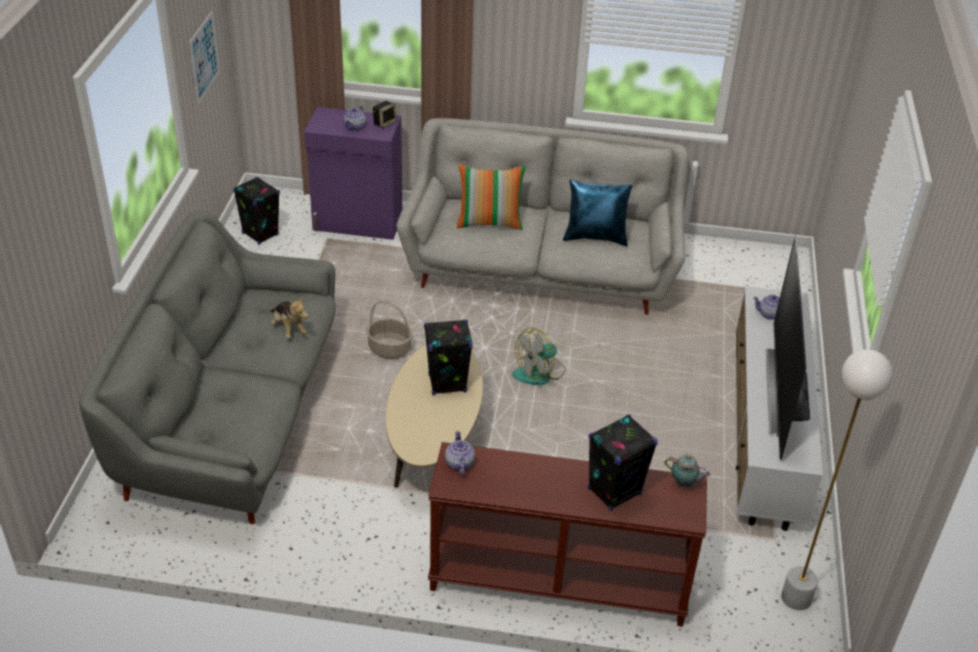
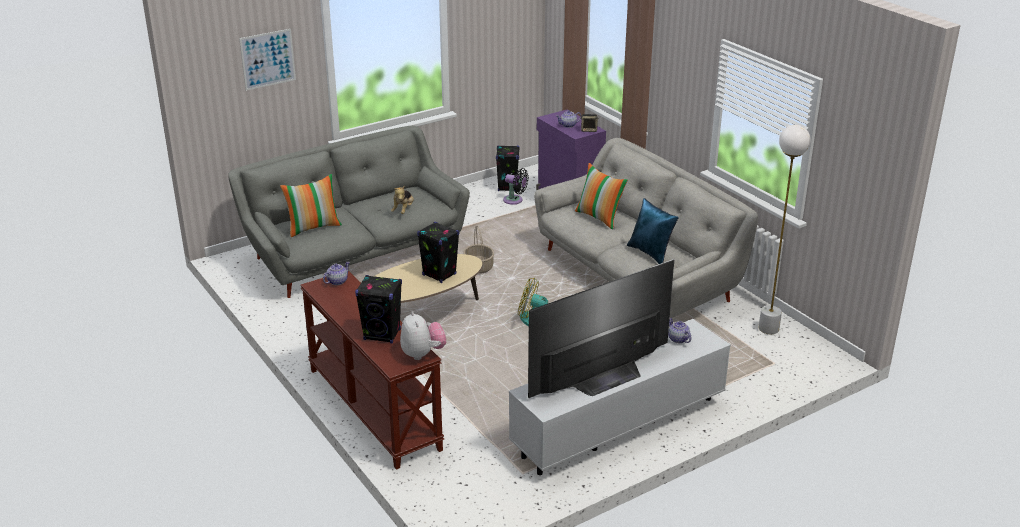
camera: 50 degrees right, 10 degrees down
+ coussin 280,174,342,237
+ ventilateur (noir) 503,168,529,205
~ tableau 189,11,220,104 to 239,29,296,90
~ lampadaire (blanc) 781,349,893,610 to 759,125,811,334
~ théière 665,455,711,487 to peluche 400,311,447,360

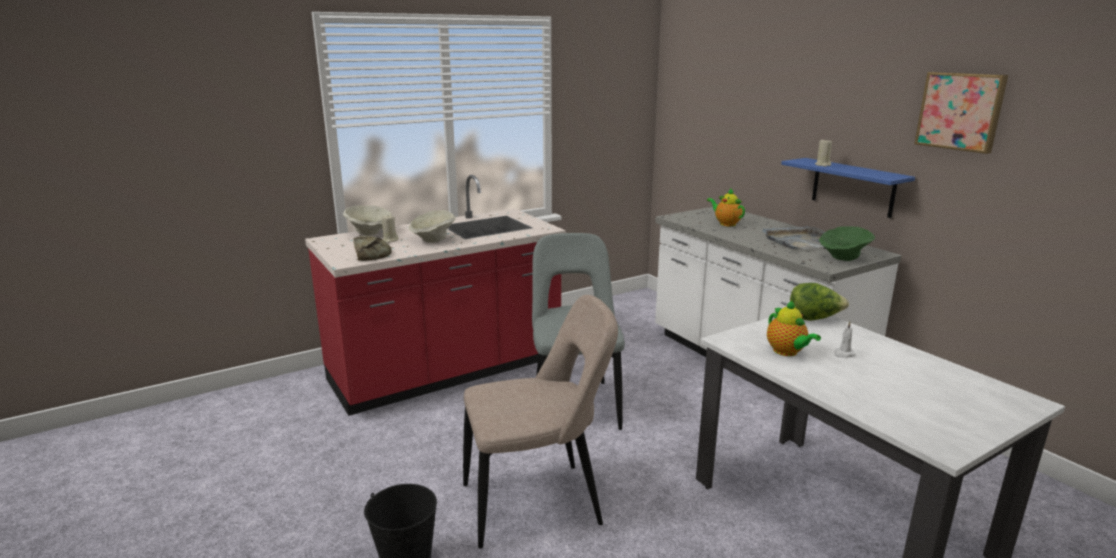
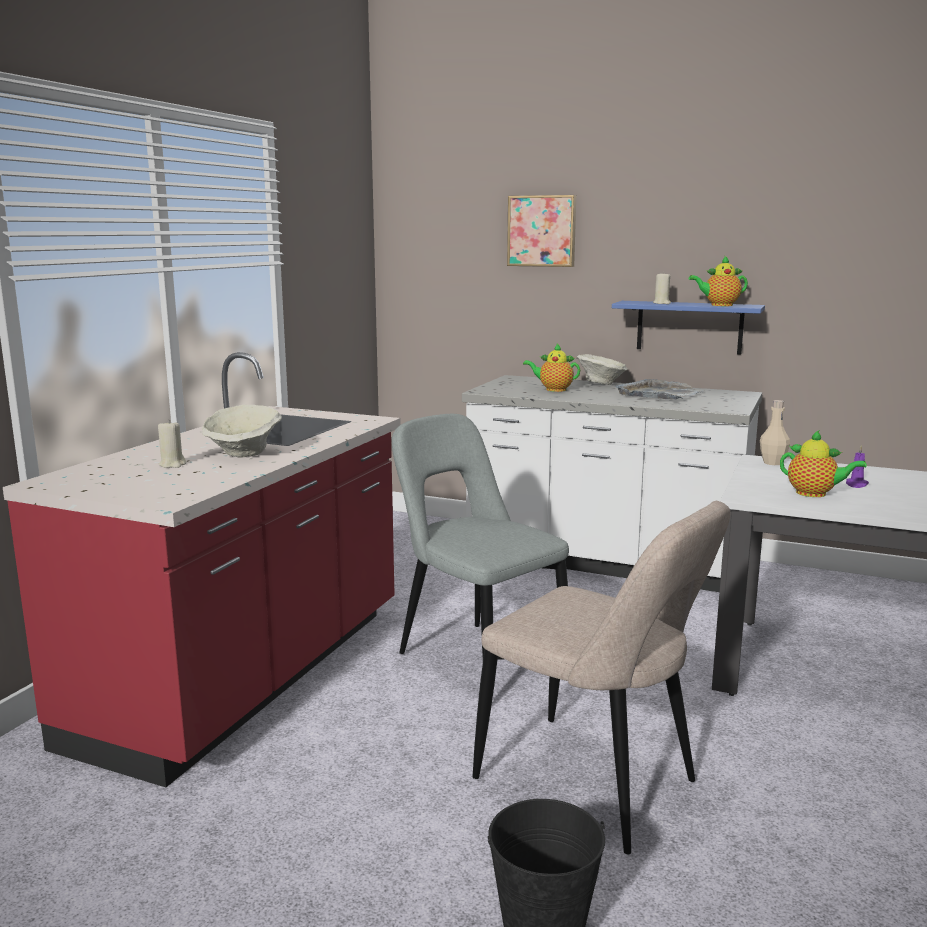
camera: 35 degrees left, 5 degrees down
- pain 353,236,392,261
- bol (vert) 819,226,875,261
+ théière 689,255,748,306
~ bol (beige) 343,205,392,236 to 576,354,628,385
~ tableau 914,72,1008,154 to 507,195,576,267
~ laitue 790,283,849,321 to bouteille (beige) 760,400,790,465
~ bougie (blanc) 834,321,856,358 to bougie (violet) 846,445,869,488
~ chaise (beige) 463,295,618,549 = 473,501,731,854 90 degrees clockwise

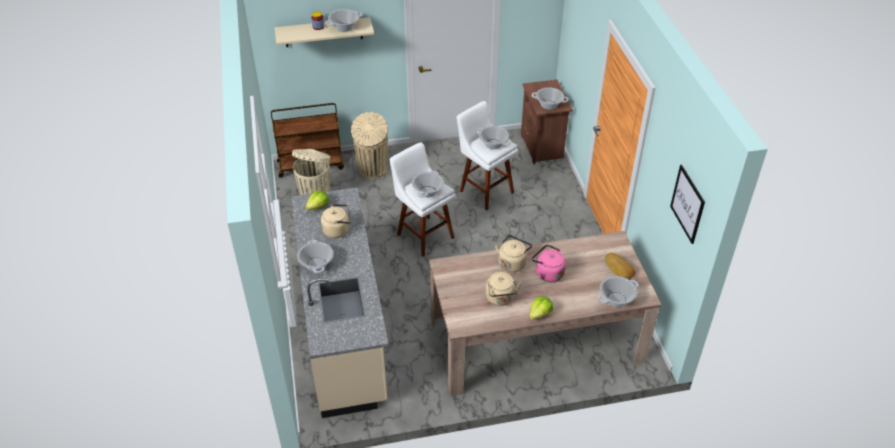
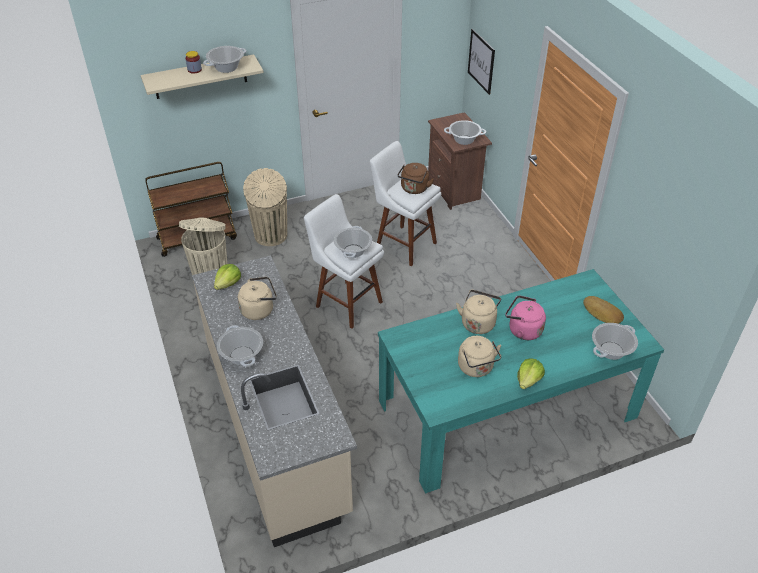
camera: 10 degrees left, 0 degrees up
~ tableau 670,165,705,244 to 468,29,495,95
~ marmite 477,126,511,149 to bouilloire (marron) 397,163,434,194
~ table à manger (beige) 429,231,662,396 to table à manger (turquoise) 378,269,664,494

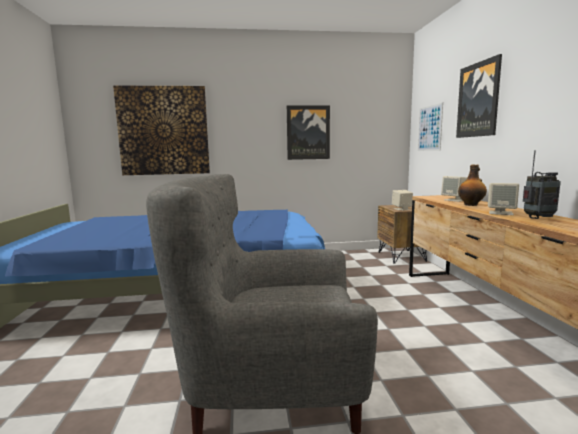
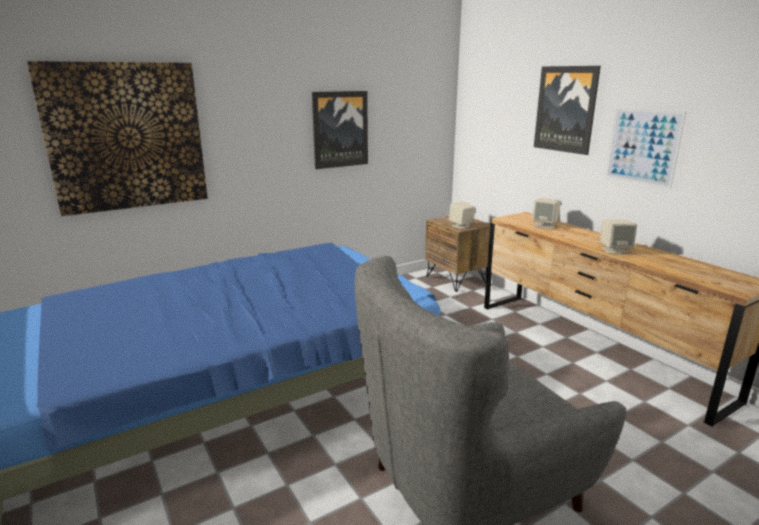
camera: 25 degrees left, 10 degrees up
- bouteille 458,165,487,206
- radio 523,150,561,219
~ tableau 418,103,443,151 to 606,108,686,189

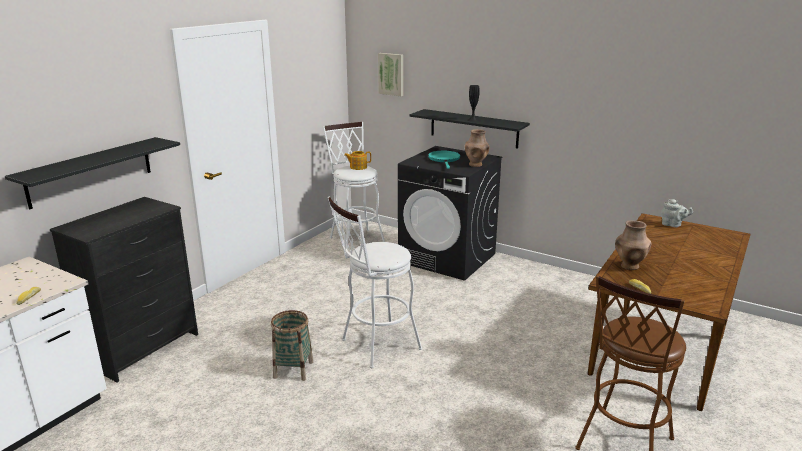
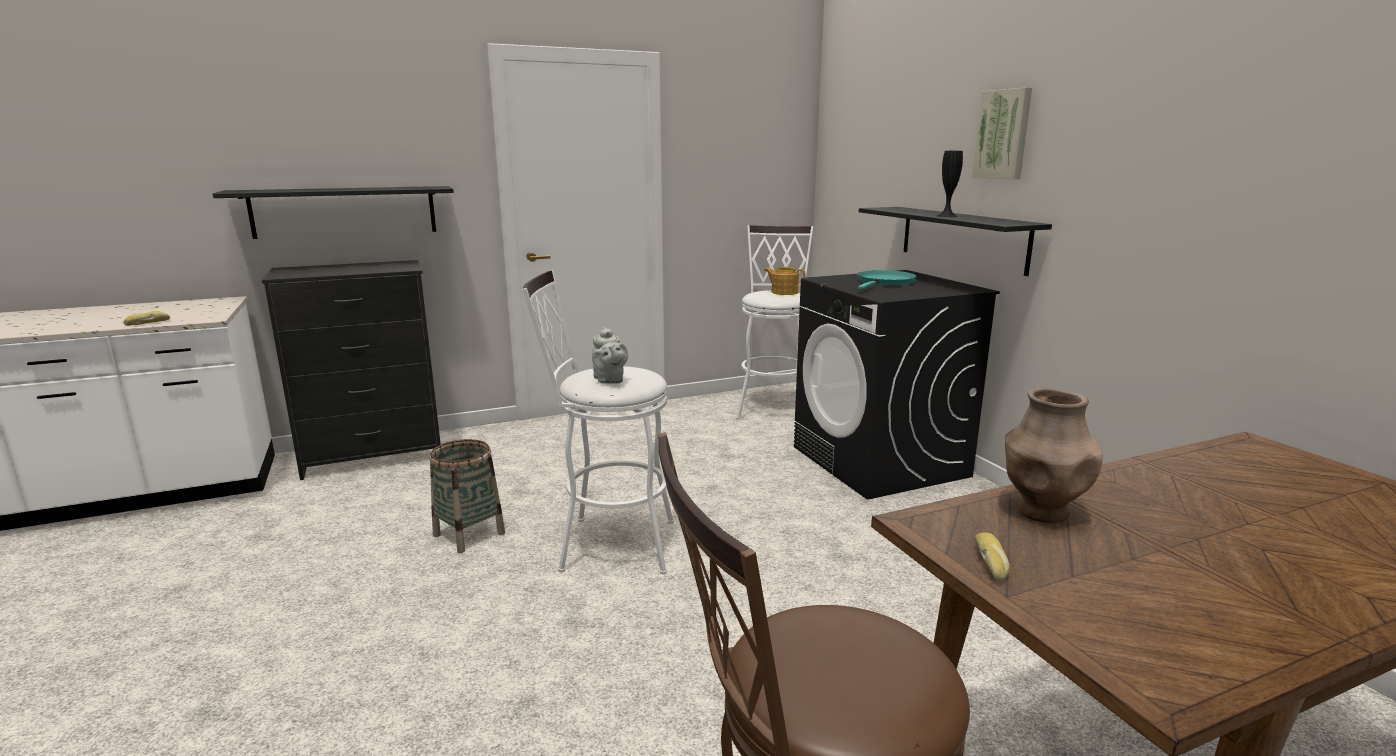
camera: 35 degrees right, 5 degrees down
- vase (marron) 465,129,489,167
~ tableau 378,53,403,96 to 972,87,1032,179
~ théière (gris) 661,199,693,227 to 592,327,628,384

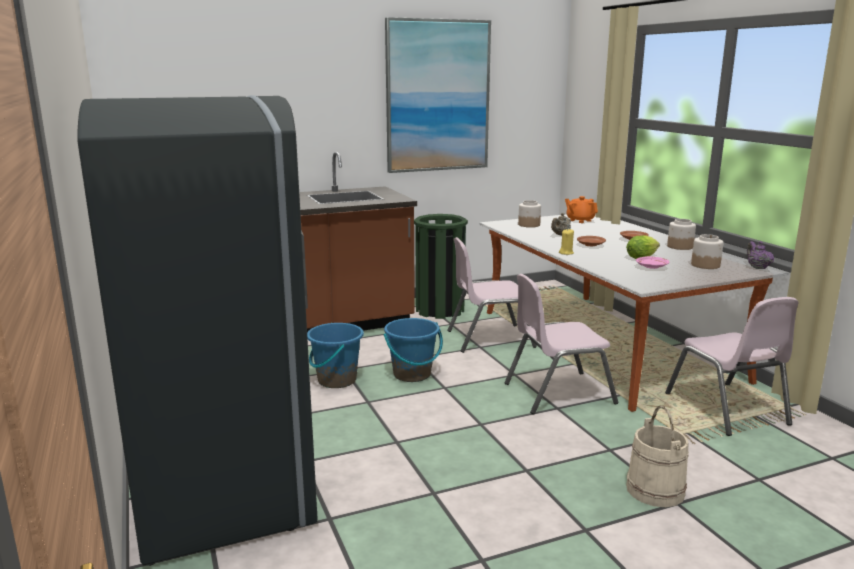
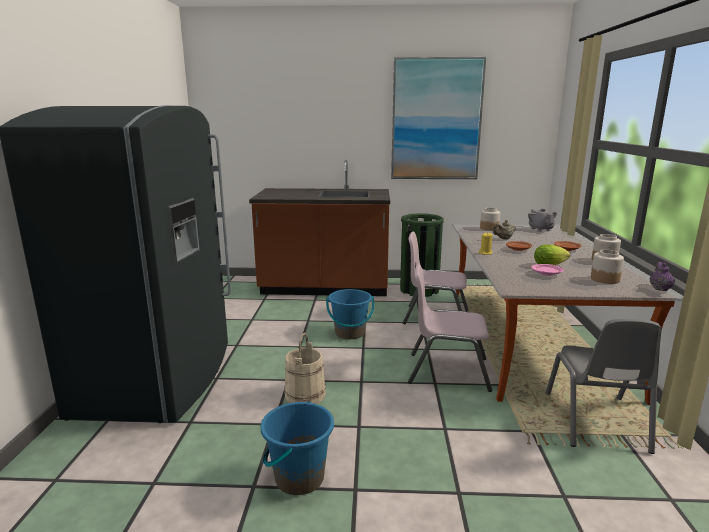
camera: 25 degrees right, 0 degrees up
~ seau (bleu) 307,323,364,388 to 261,401,334,495
~ seau (beige) 626,405,689,507 to 284,333,326,404
~ théière (orange) 565,196,598,223 to théière (gris) 528,208,557,232
~ chaise (rose) 665,297,798,436 to chaise (gris) 546,319,662,454

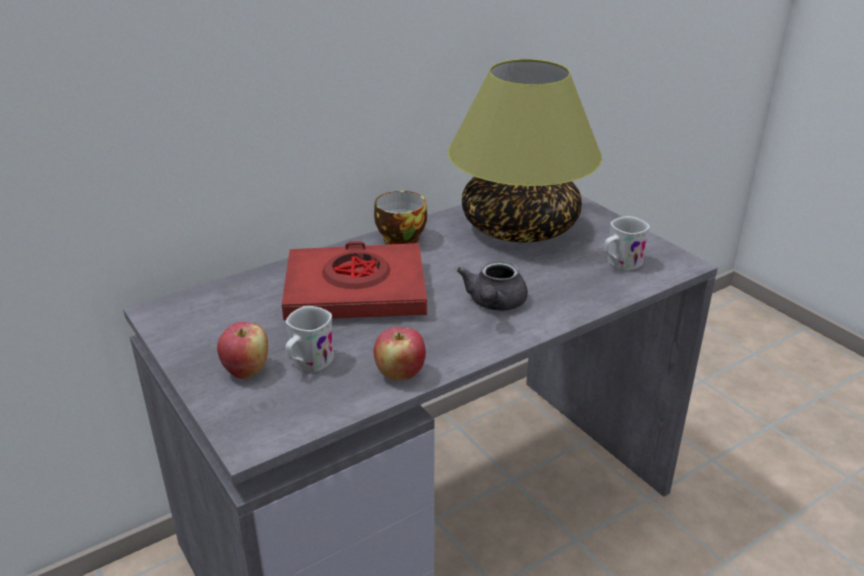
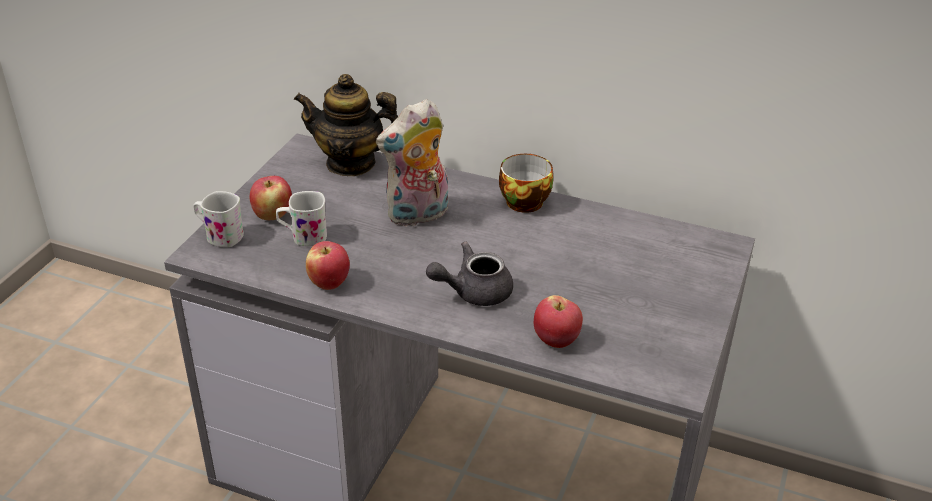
camera: 55 degrees right, 5 degrees up
- lampe de table 448,59,602,243
+ théière 294,74,398,176
+ pomme 534,295,583,348
~ mug (blanc) 604,216,650,271 to 193,191,244,247
~ livre (rouge) 282,241,427,320 to peluche 376,99,448,227

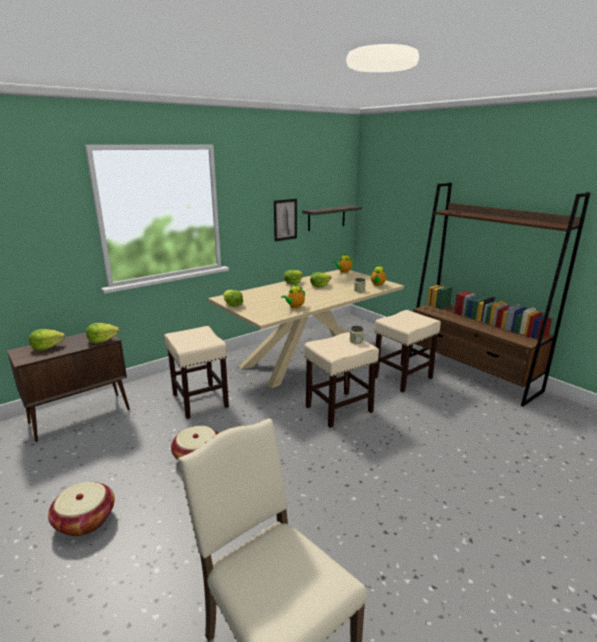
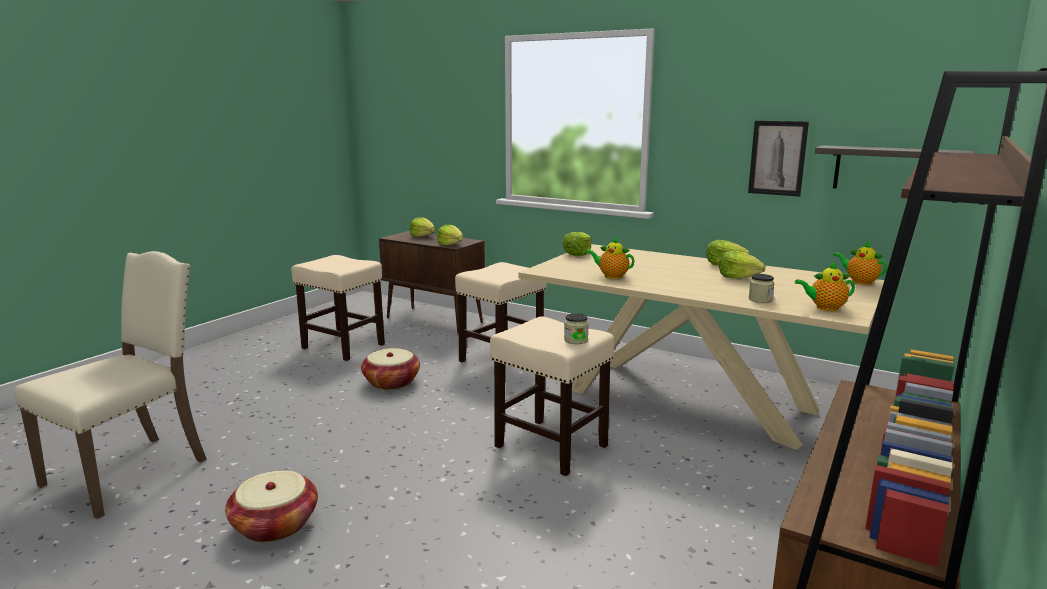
camera: 70 degrees right, 5 degrees down
~ panier 48,482,115,536 to 225,470,318,542
~ tabouret (beige) 375,310,441,392 to 291,255,385,361

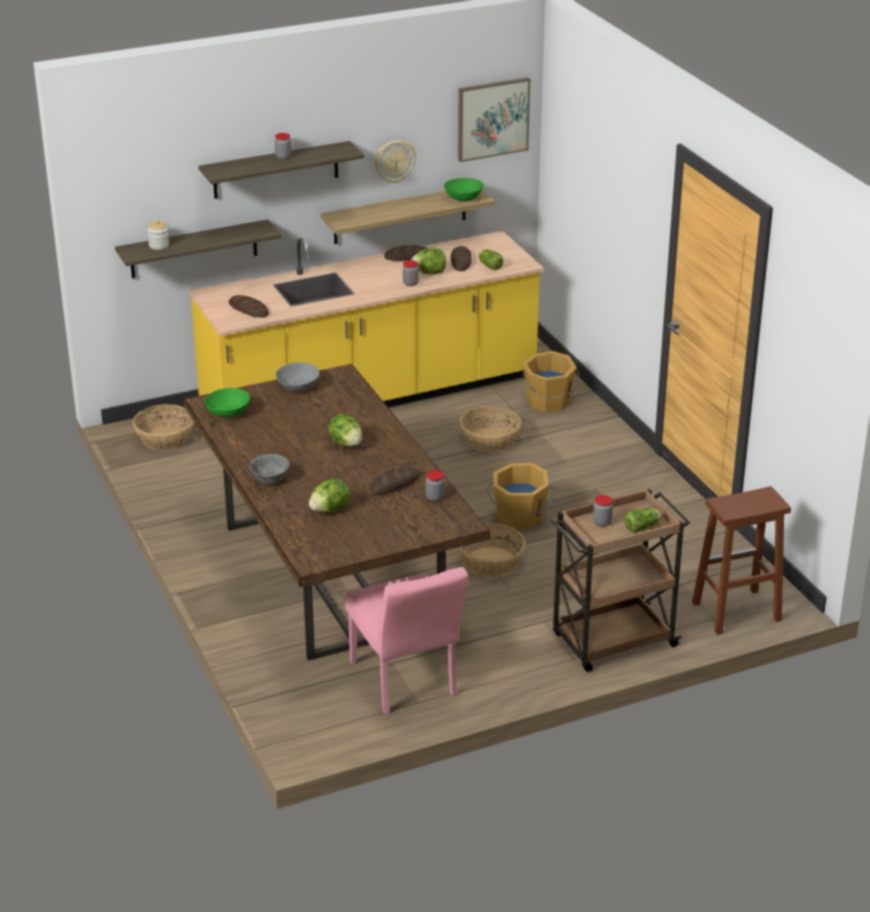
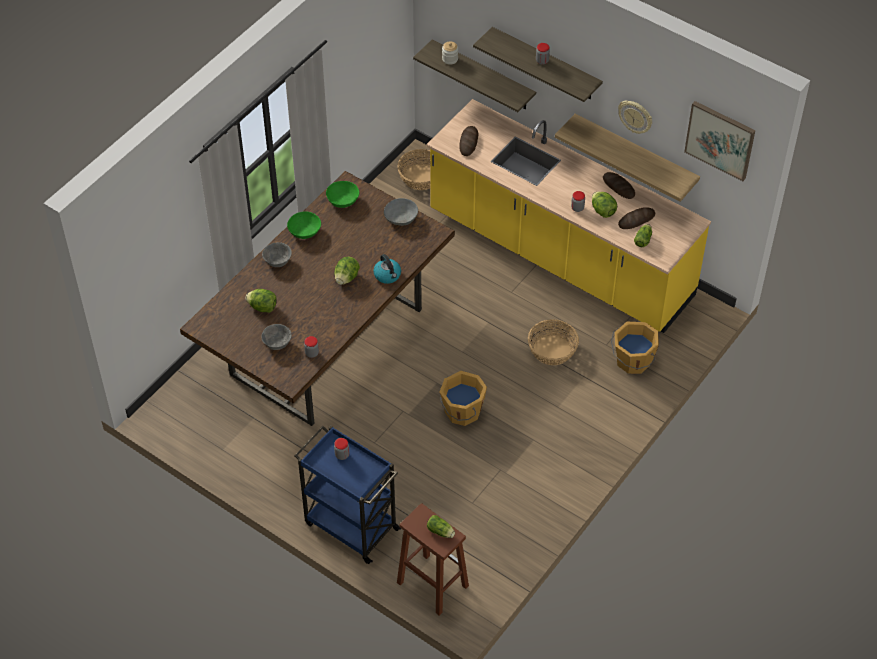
camera: 60 degrees right, 20 degrees up
- chaise (rose) 345,567,468,714
- pain 370,467,420,494
- panier 458,523,526,577
+ bol (gris) 261,324,292,350
+ bouilloire 373,254,401,284
~ bol (vert) 444,178,484,202 to 287,211,321,239
~ laitue 625,508,662,532 to 427,515,455,538
~ chariot (marron) 551,489,690,672 to chariot (bleu) 295,426,401,564

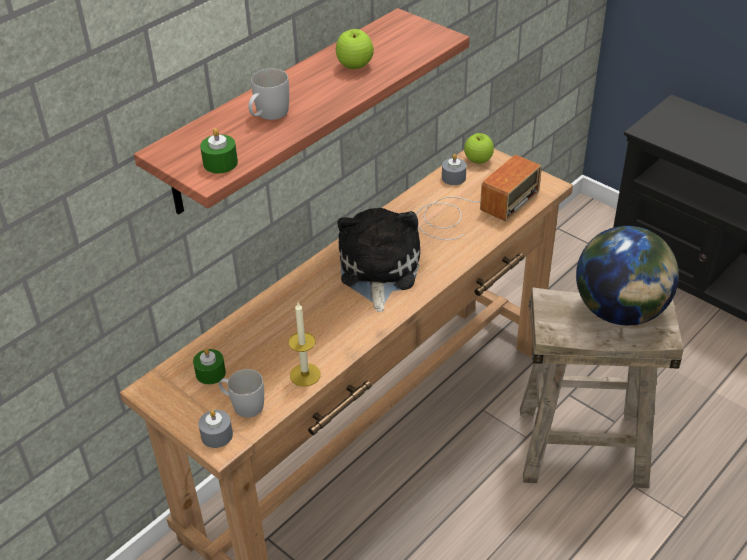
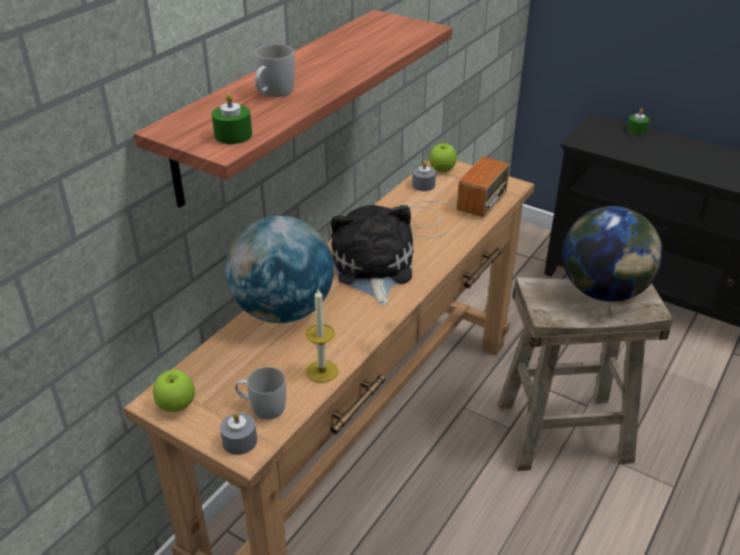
camera: 10 degrees left, 5 degrees down
+ globe 225,216,334,323
~ bougie (vert) 193,348,226,385 to 627,109,650,135
~ pomme 336,29,374,69 to 153,370,195,412

